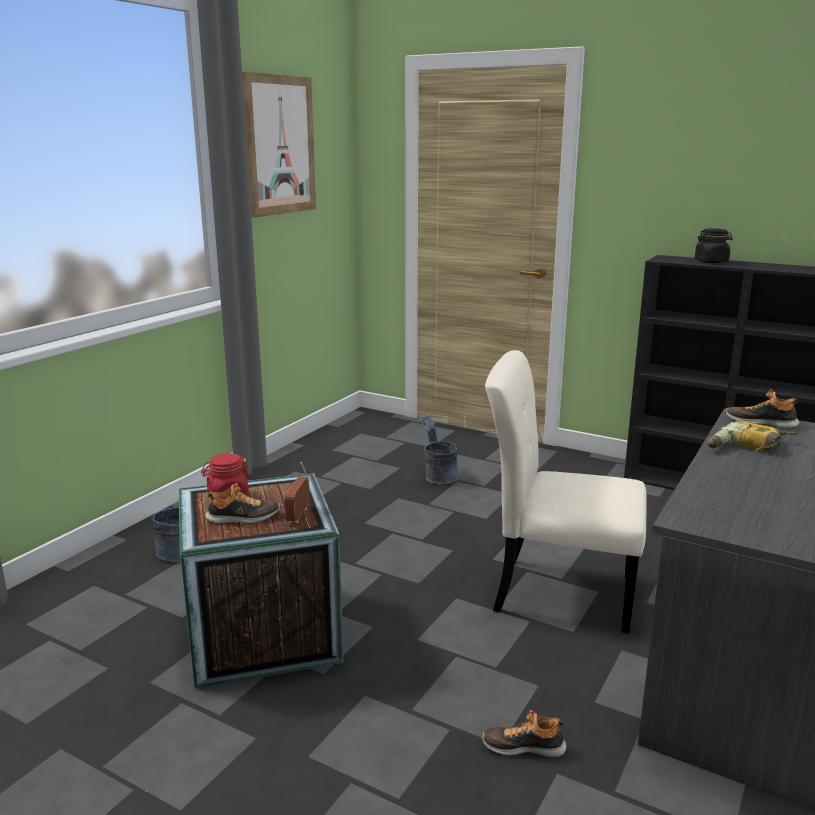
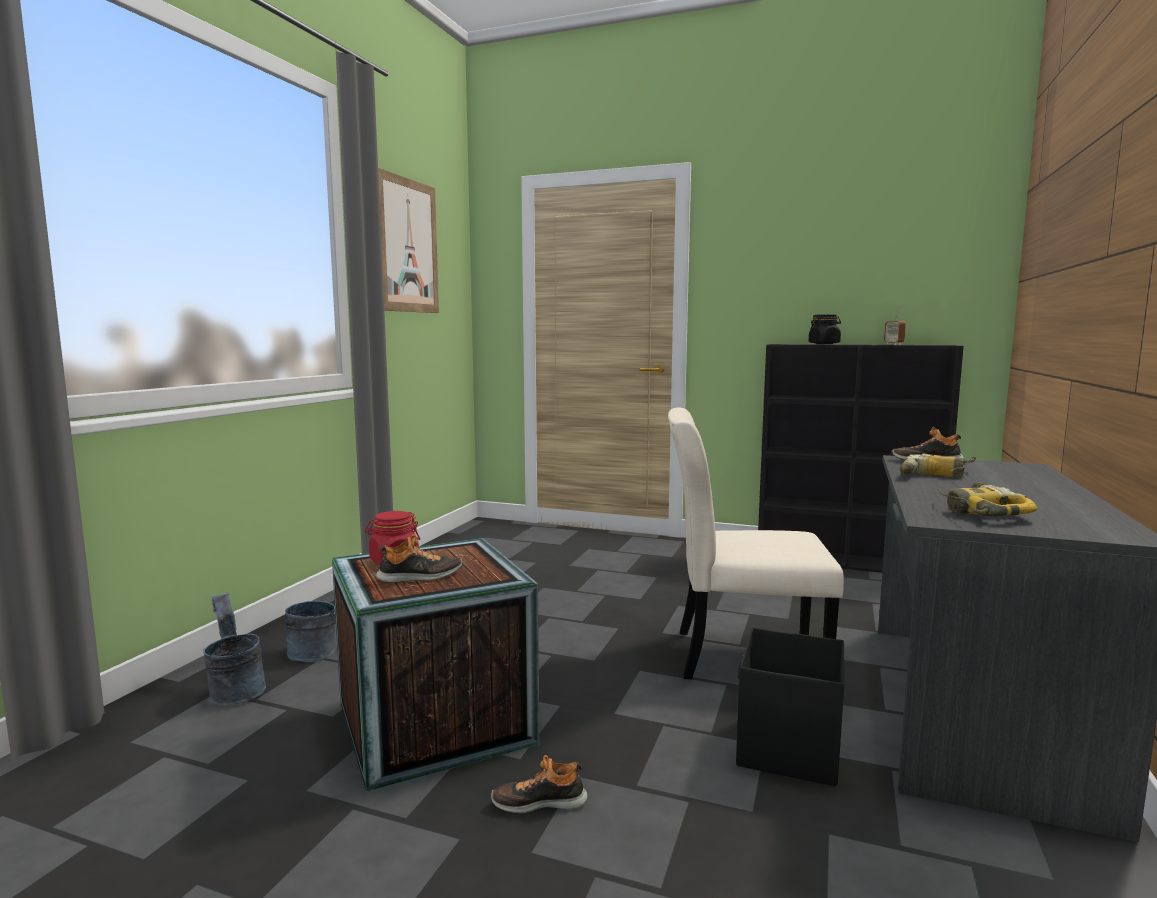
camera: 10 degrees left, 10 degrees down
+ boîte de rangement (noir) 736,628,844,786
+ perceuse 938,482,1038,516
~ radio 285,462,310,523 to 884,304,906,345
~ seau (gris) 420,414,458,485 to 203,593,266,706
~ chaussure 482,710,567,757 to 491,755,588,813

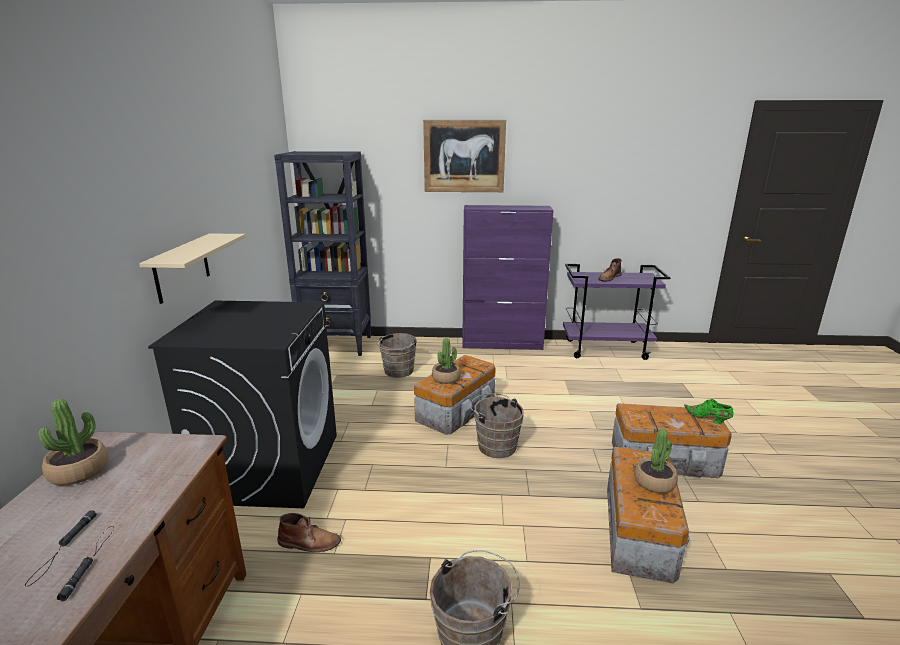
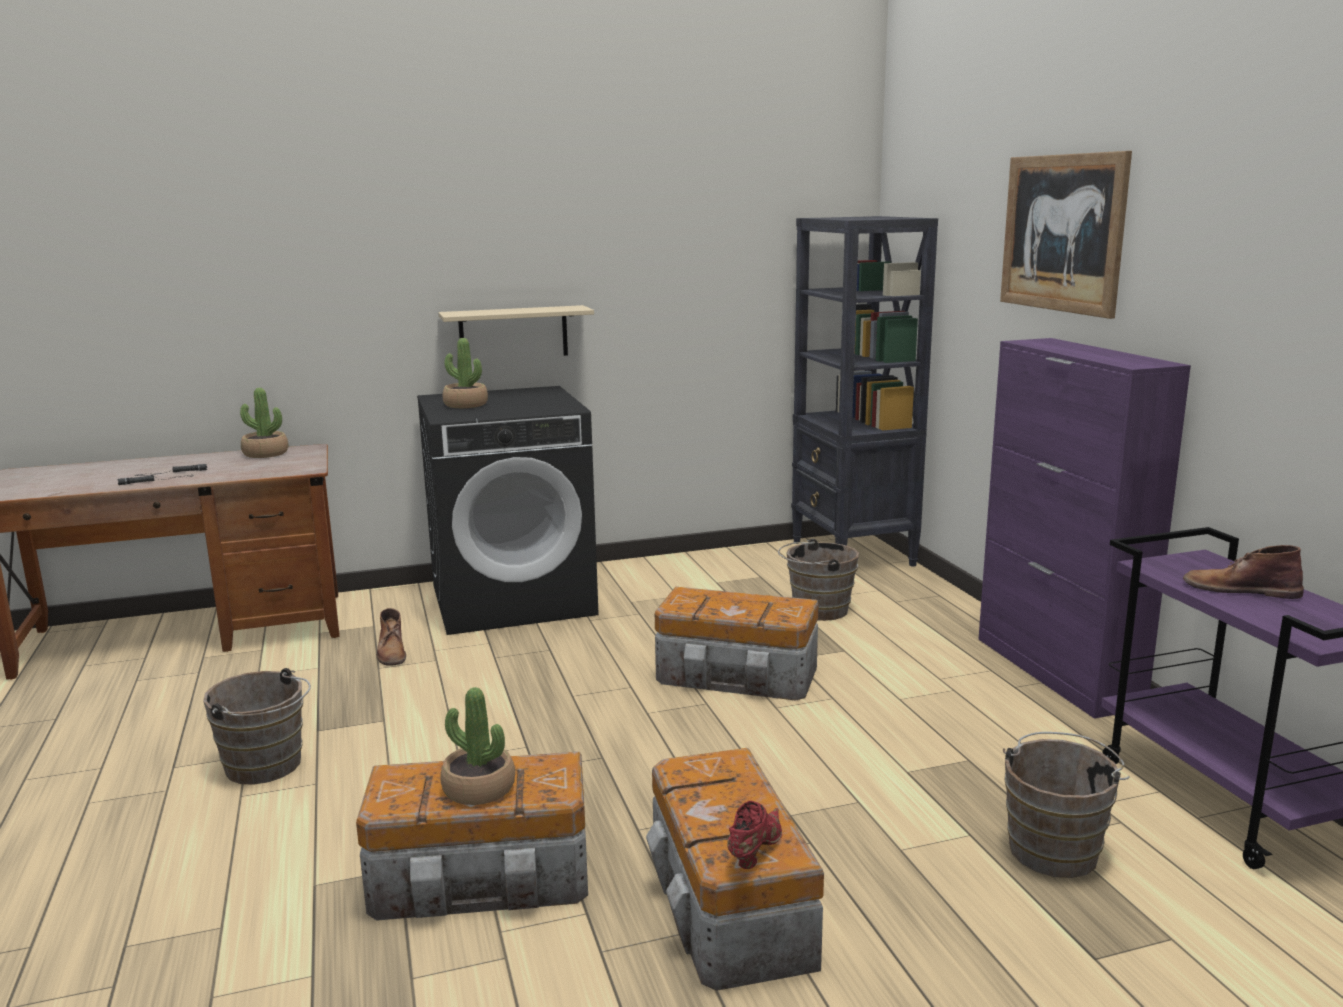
camera: 70 degrees right, 5 degrees down
~ plante en pot 432,338,461,384 to 443,338,488,408
~ seau (marron) 470,394,524,458 to 1003,732,1130,878
~ chaussure (vert) 684,399,734,424 to chaussure (rouge) 727,801,782,869

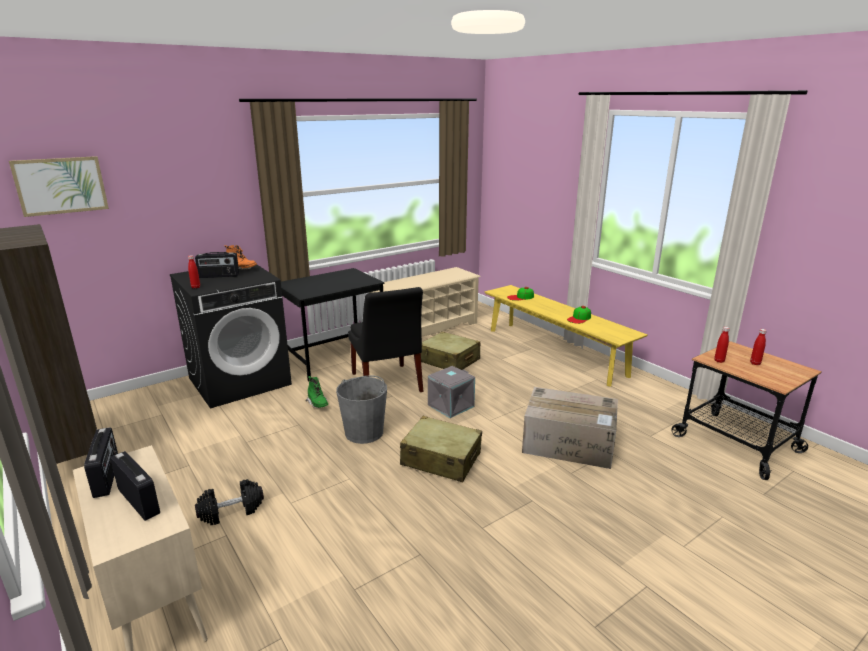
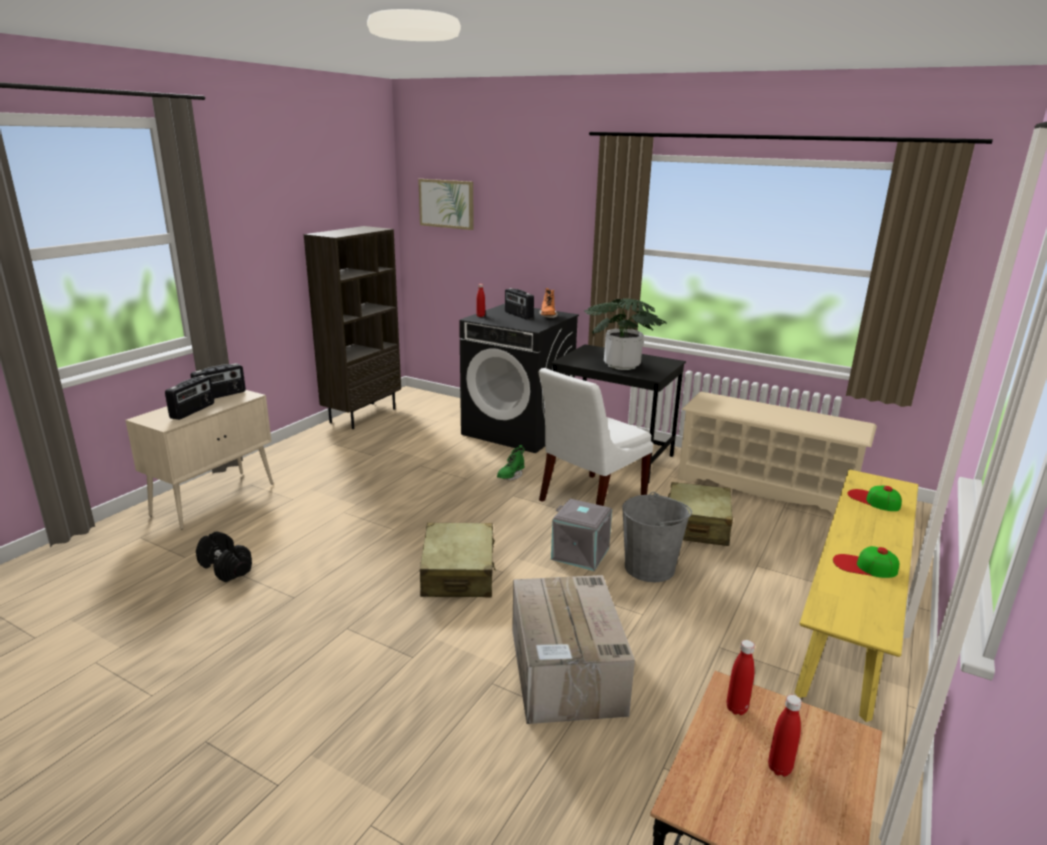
camera: 65 degrees right, 0 degrees up
+ plante en pot 584,298,666,370
~ haltère (noir) 195,479,264,525 to 196,531,252,582
~ seau (gris) 336,375,387,444 to 622,492,692,582
~ chaise (noir) 348,287,423,392 to chaise (blanc) 538,368,653,506

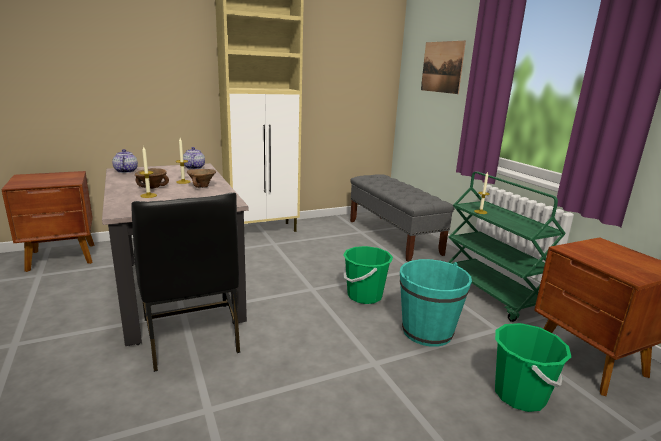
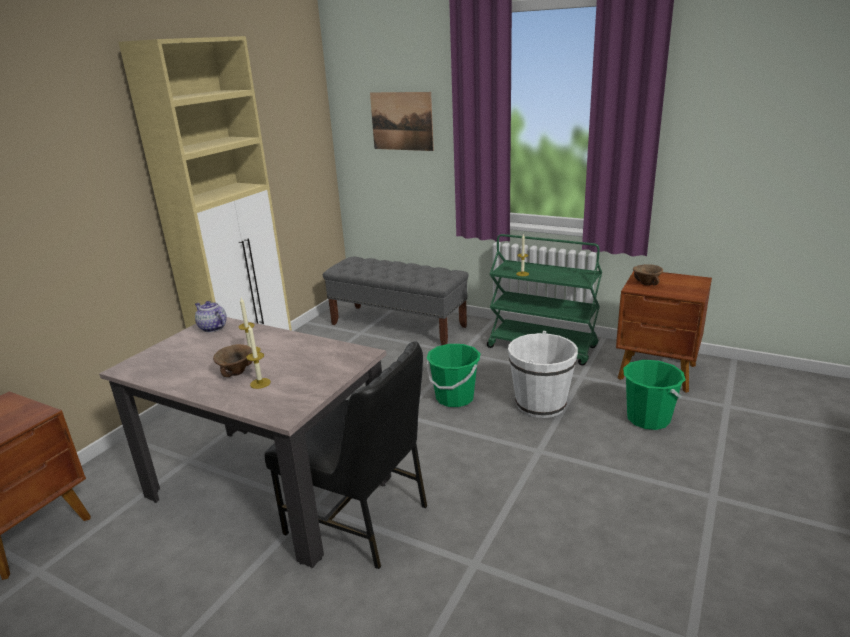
camera: 35 degrees left, 5 degrees up
- théière 112,149,138,173
~ bol (marron) 187,169,216,188 to 633,264,663,285
~ seau (turquoise) 400,259,472,347 to seau (blanc) 508,331,578,418

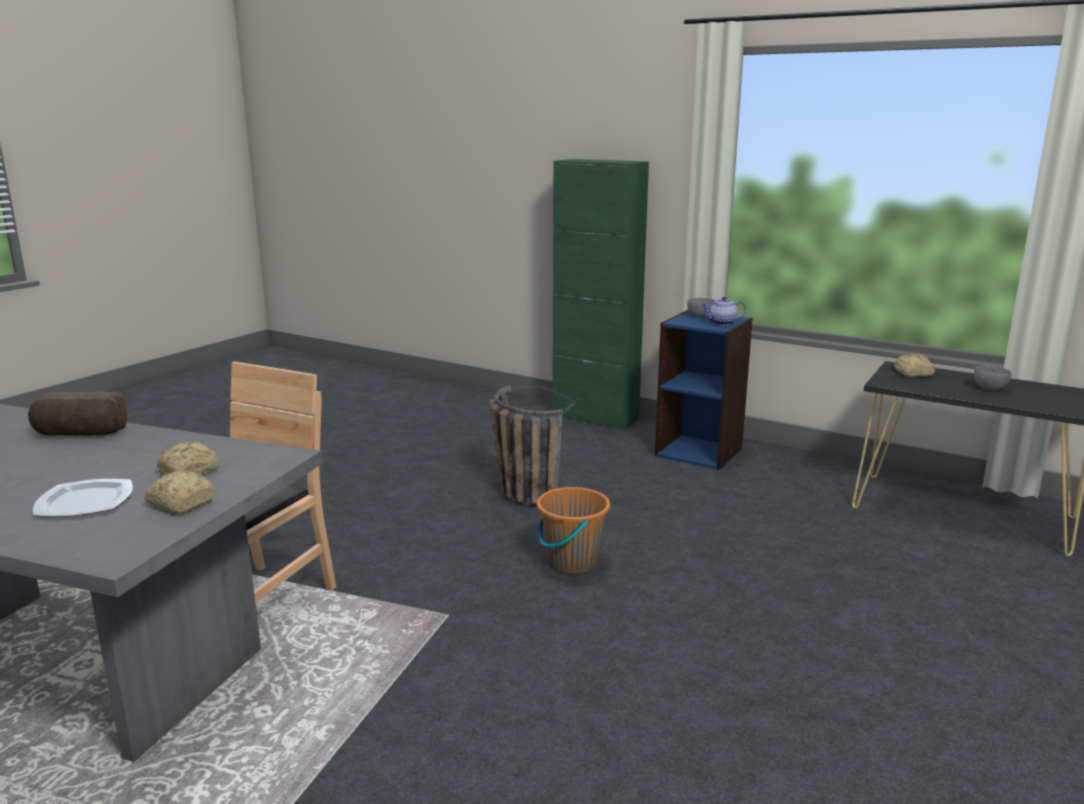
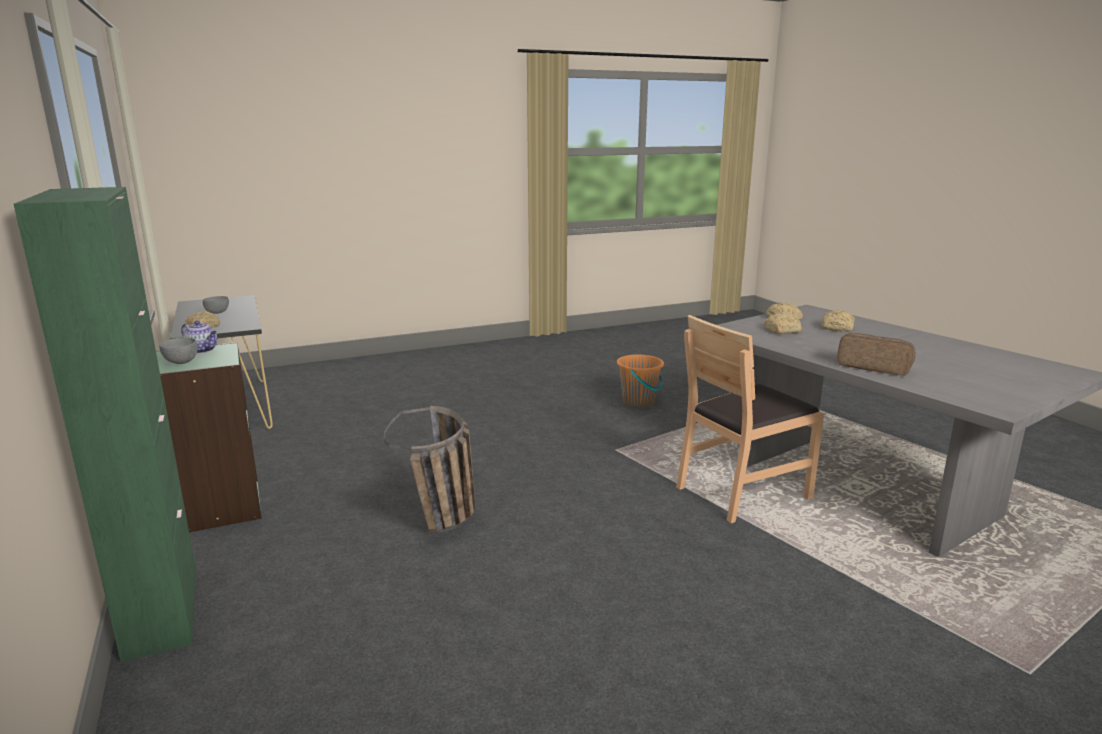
camera: 145 degrees left, 0 degrees up
~ seau (orange) 537,487,610,575 to 617,355,664,408
~ assiette 33,479,133,517 to pain 822,310,855,332
~ bibliothèque (bleu) 655,310,753,470 to bibliothèque (vert) 156,342,262,532

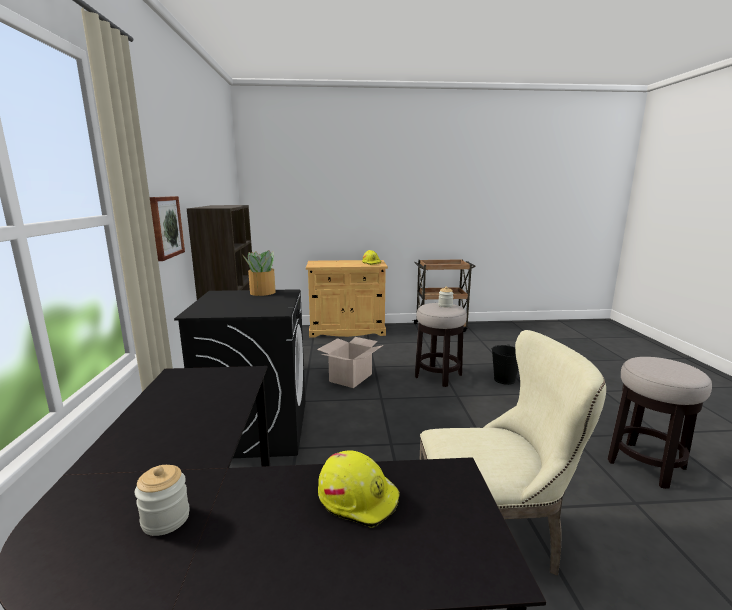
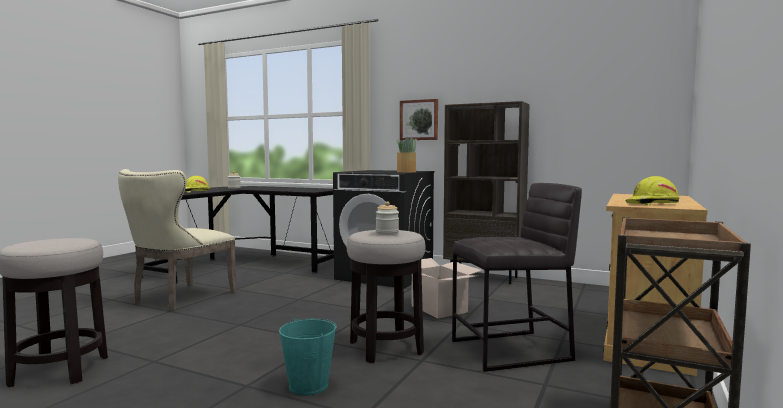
camera: 120 degrees right, 10 degrees down
+ tabouret (gris) 452,183,582,372
~ seau (noir) 492,344,518,385 to seau (turquoise) 279,318,337,396

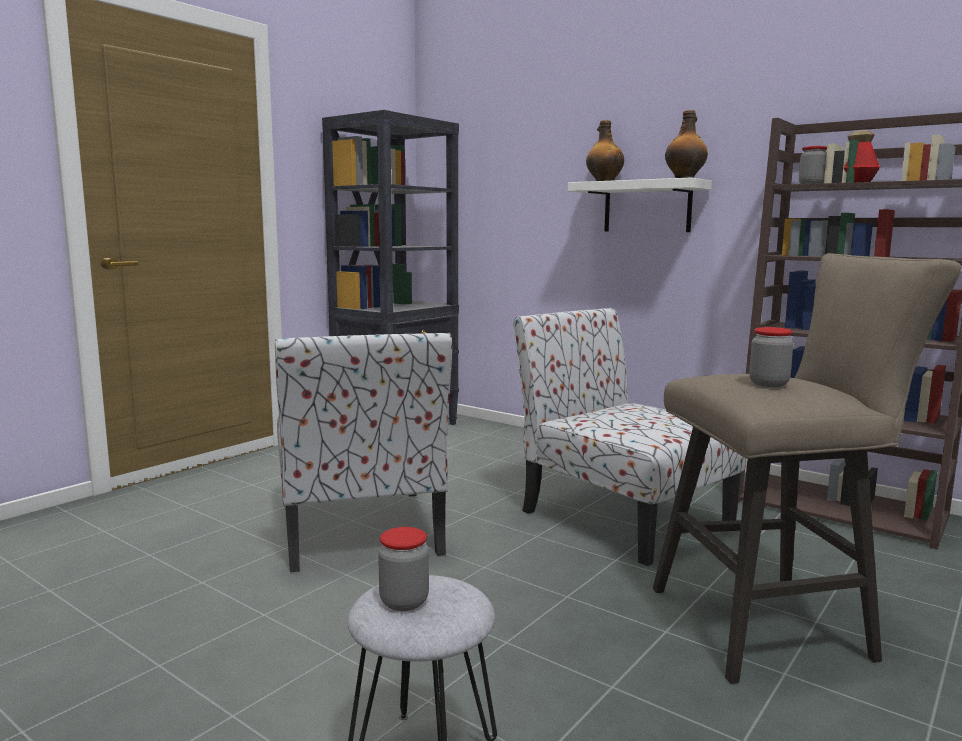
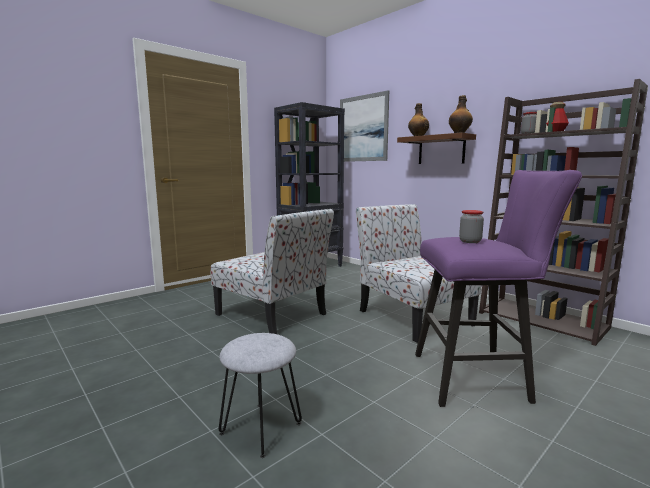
camera: 10 degrees right, 0 degrees up
- bocal 378,527,429,611
+ tableau 340,90,389,162
~ étagère (blanc) 568,177,712,232 to étagère (marron) 397,133,476,164
~ tabouret (beige) 653,253,961,684 to tabouret (violet) 415,170,582,407
~ chaise 275,333,452,573 = 210,209,334,334 45 degrees counterclockwise

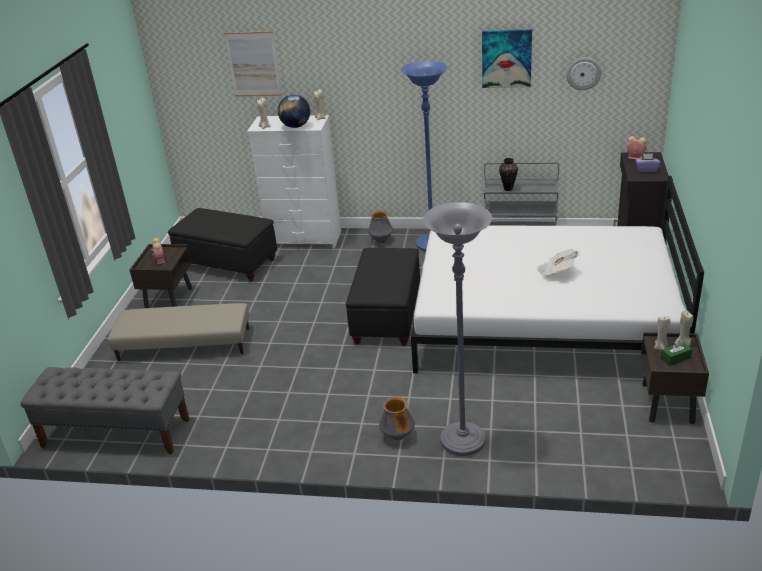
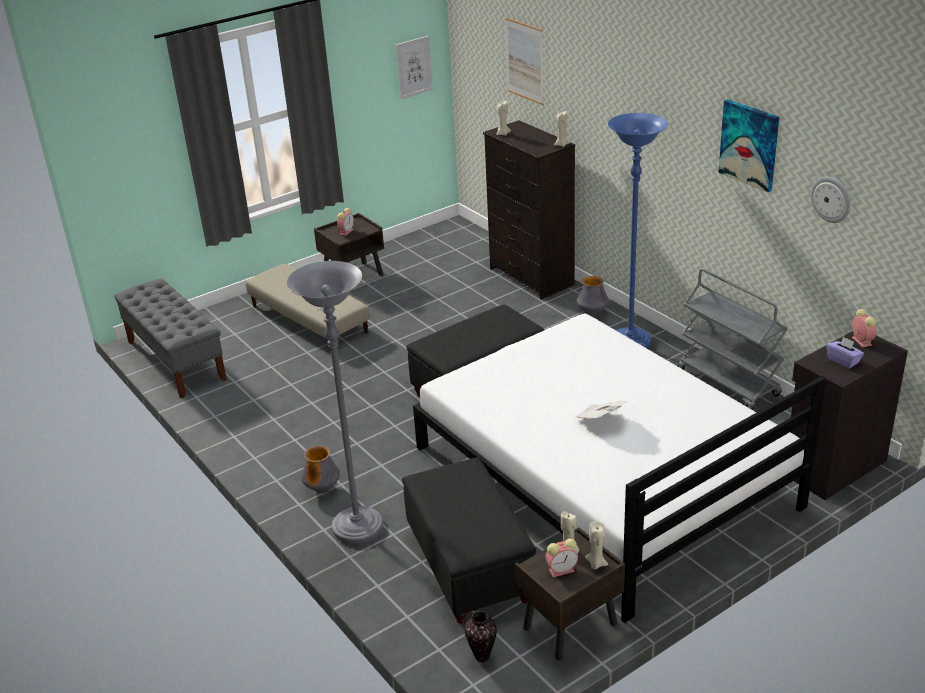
camera: 45 degrees right, 0 degrees up
- globe 278,95,310,128
+ tableau 396,36,433,99
~ pouf (noir) 168,208,277,282 to 402,457,536,624
~ vase 499,158,518,191 to 464,611,497,662
~ boîte à mouchoirs (vert) 660,340,692,366 to réveil 545,539,578,577
~ commode (blanc) 247,115,341,249 to commode (noir) 483,120,575,299

